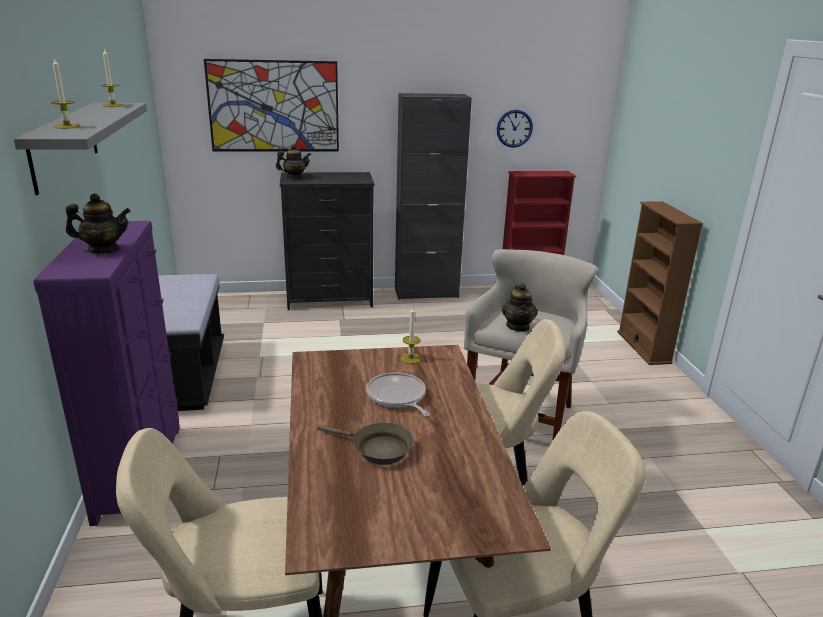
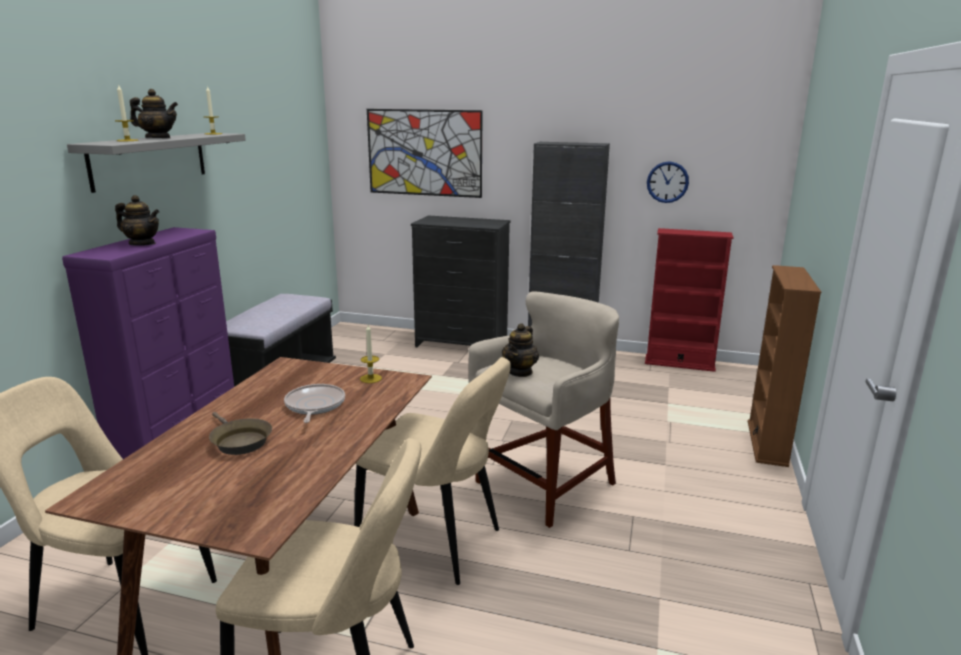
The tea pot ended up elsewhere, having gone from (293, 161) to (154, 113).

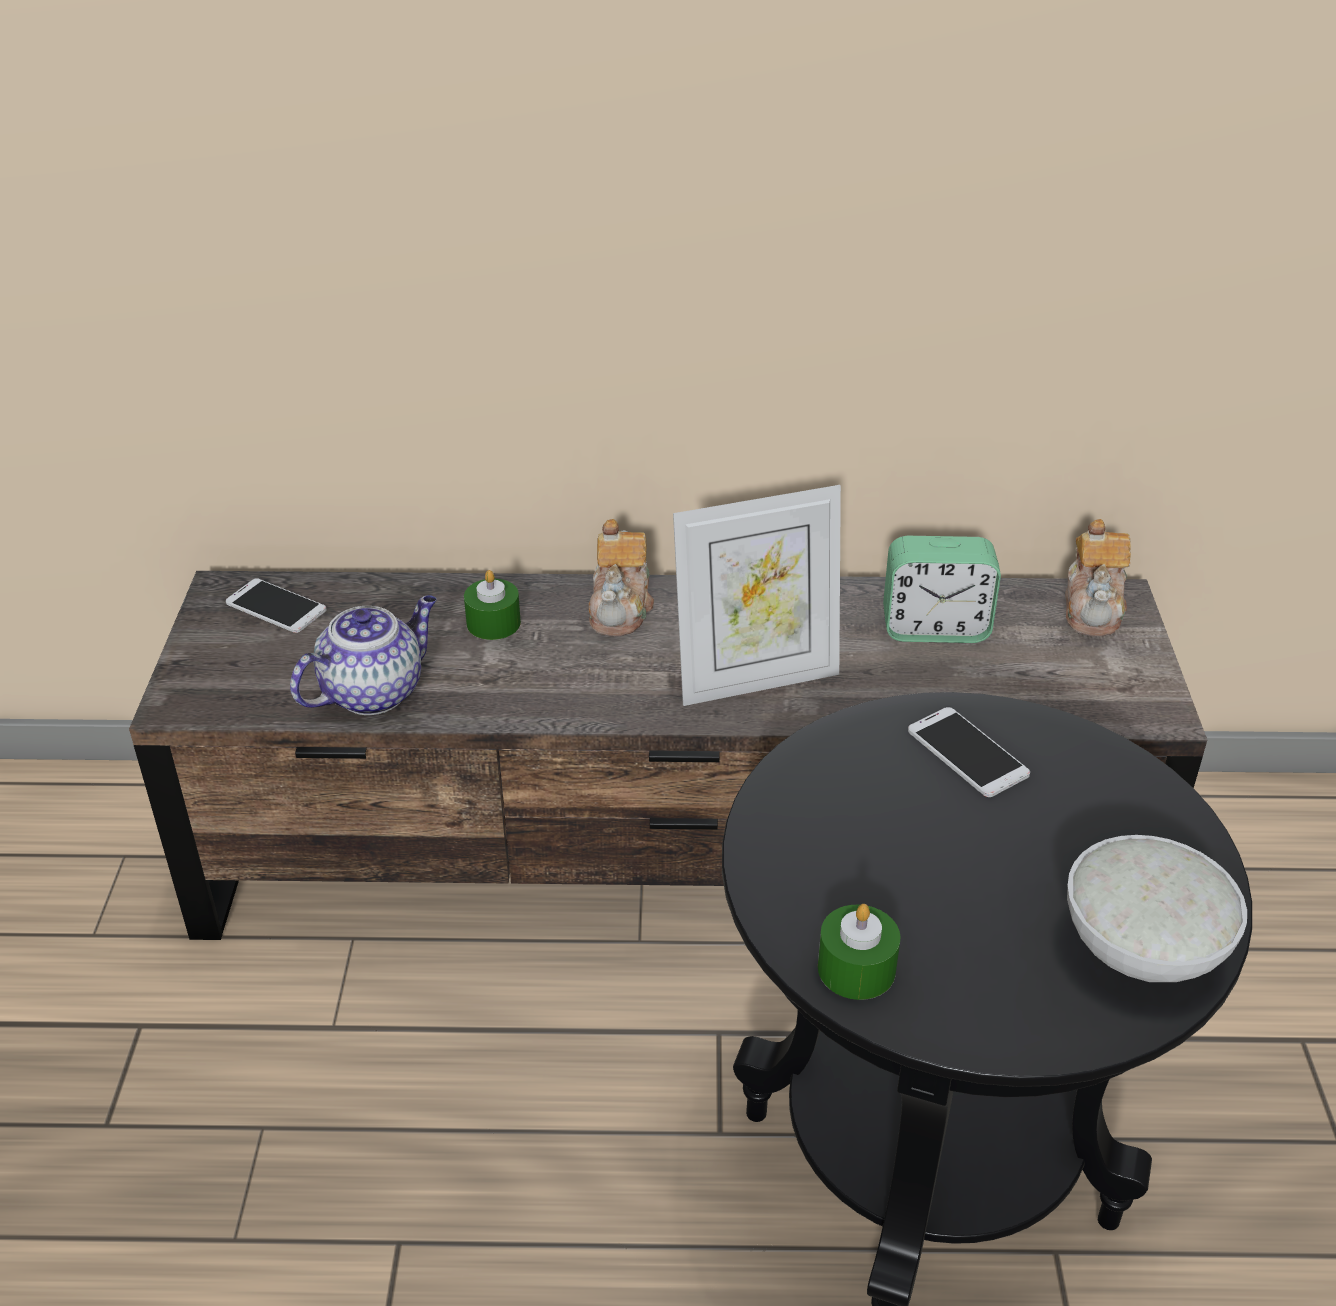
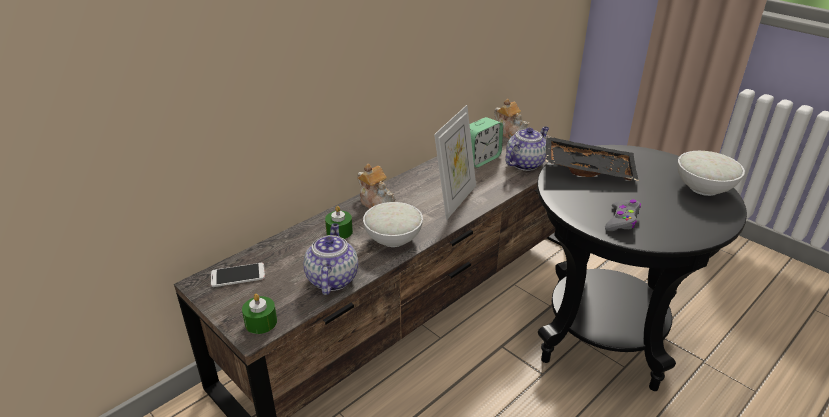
Where the phone stood at (969, 752), the carrying tray/black came to stand at (592, 158).
The candle/green-coloured ended up elsewhere, having gone from (859, 952) to (259, 314).
The second view gained the tea pot at (527, 149).
The second view gained the game controller/grey at (623, 215).
The second view gained the serving bowl/whitish at (393, 224).

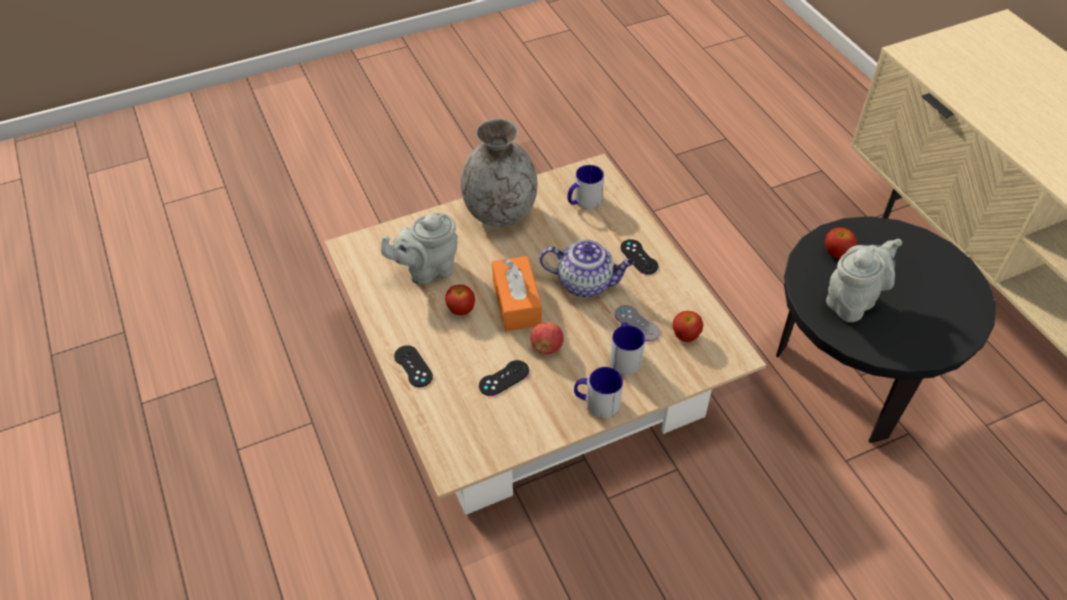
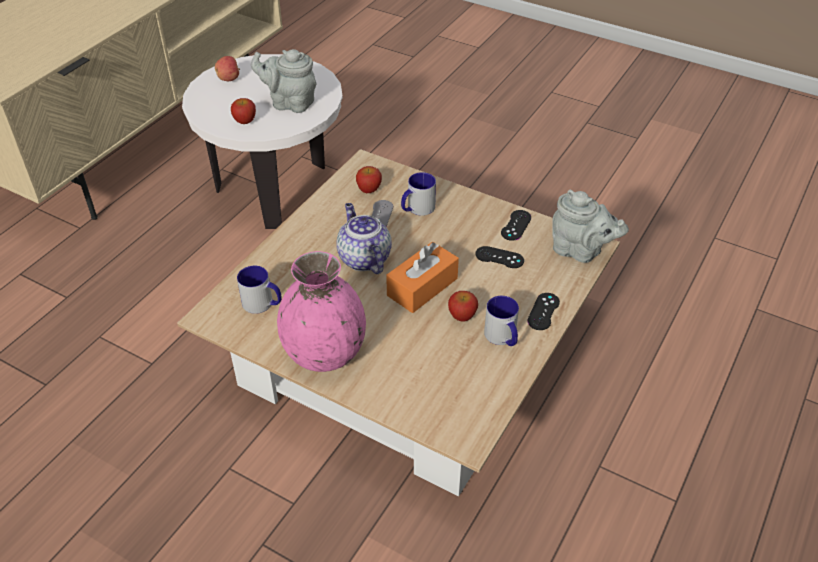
What was the vase/grey at (499, 173) turned into the vase/pinkish at (321, 311).
The tea pot/grey ended up elsewhere, having gone from (419, 249) to (590, 226).
What was the side table/black at (886, 329) turned into the side table/whitish at (262, 141).
The game controller/black ended up elsewhere, having gone from (639, 257) to (516, 225).
The apple ended up elsewhere, having gone from (547, 338) to (227, 68).
The mug ended up elsewhere, having gone from (598, 392) to (501, 321).

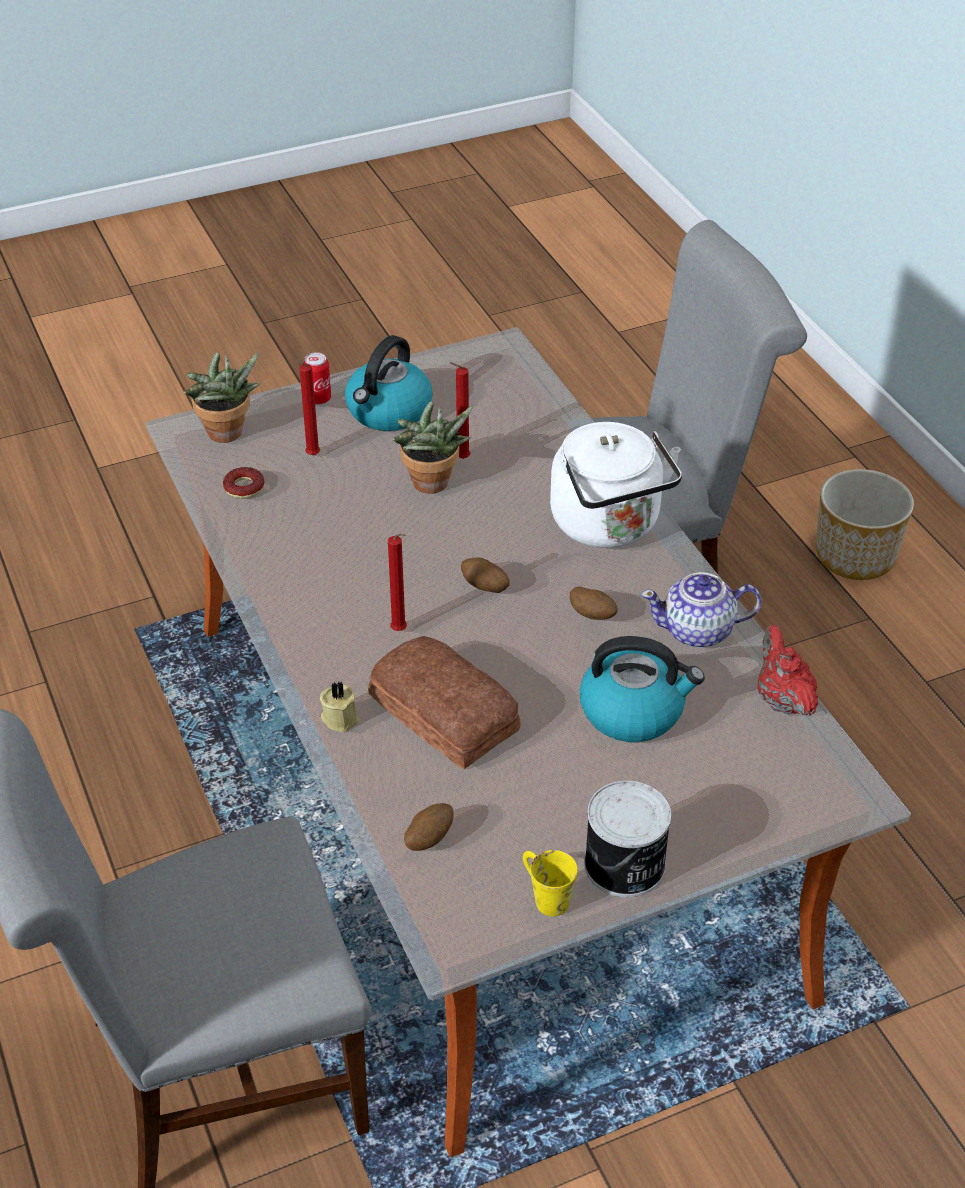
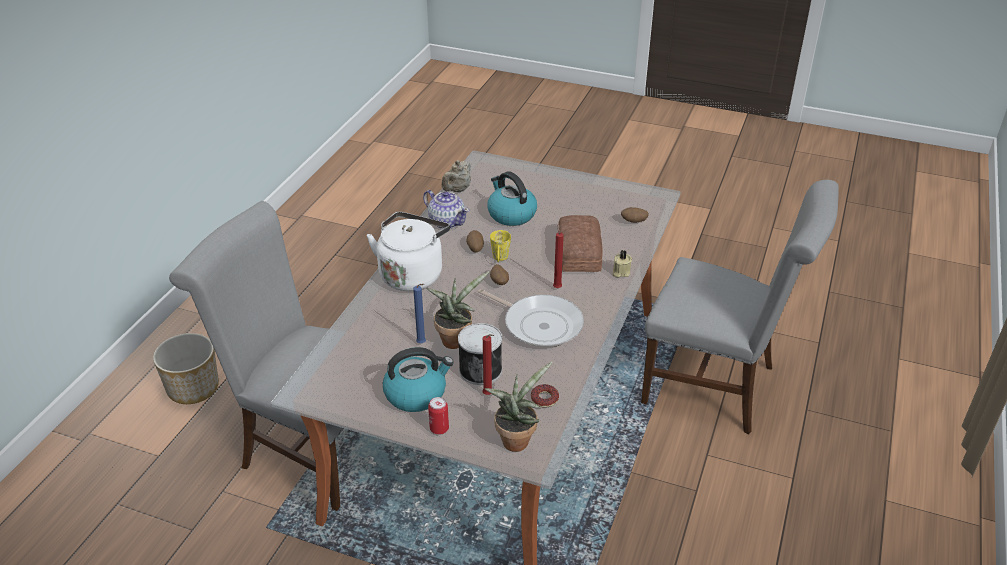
What was the candle/reddish at (459, 410) turned into the candle/bluish at (419, 313).
What was the tea pot/reddish at (788, 670) turned into the tea pot/sand-coloured at (456, 176).
The metal can ended up elsewhere, having gone from (628, 839) to (480, 354).
The mug/yellow ended up elsewhere, having gone from (550, 883) to (500, 246).
The second view gained the frying pan at (531, 318).

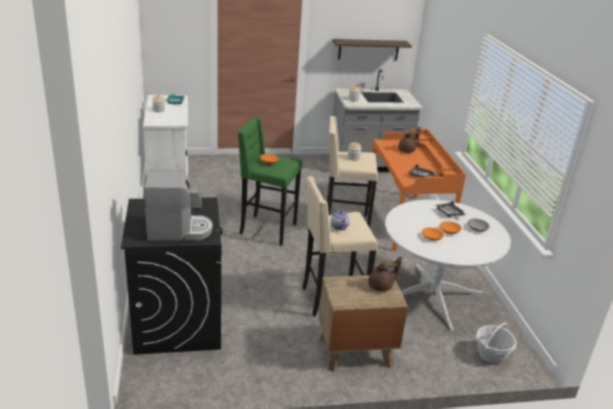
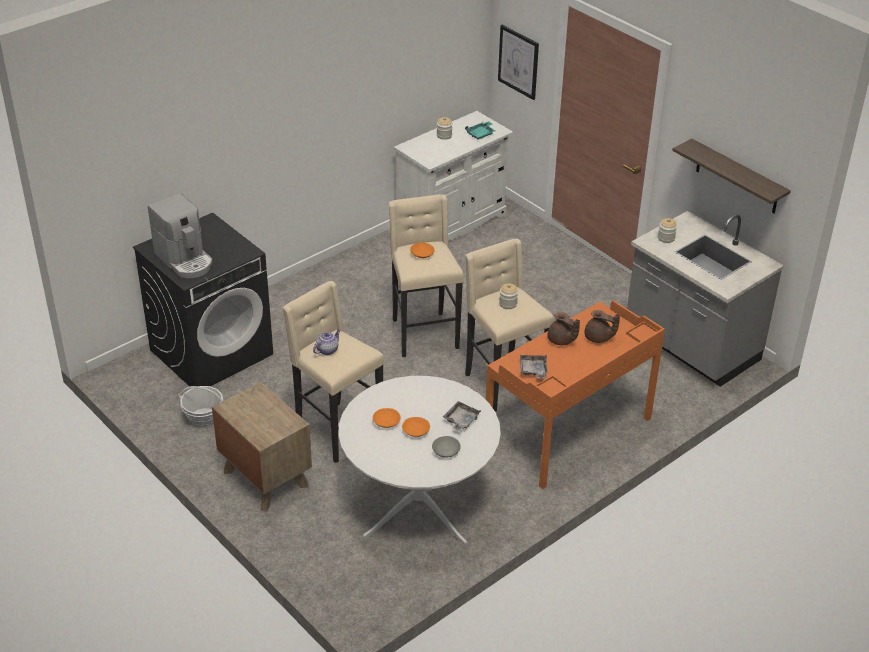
What was the stool/green-coloured at (270, 181) turned into the stool/sand-coloured at (426, 275).
The tea pot/brown-coloured ended up elsewhere, having gone from (385, 274) to (564, 328).
The storage basket ended up elsewhere, having gone from (496, 343) to (200, 406).
The second view gained the picture at (518, 62).

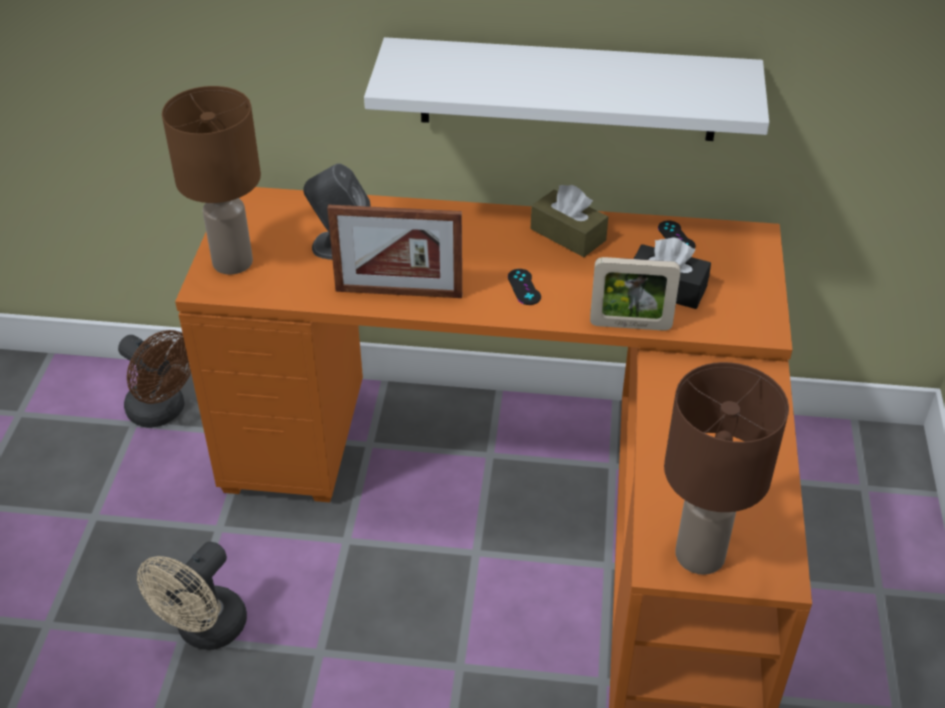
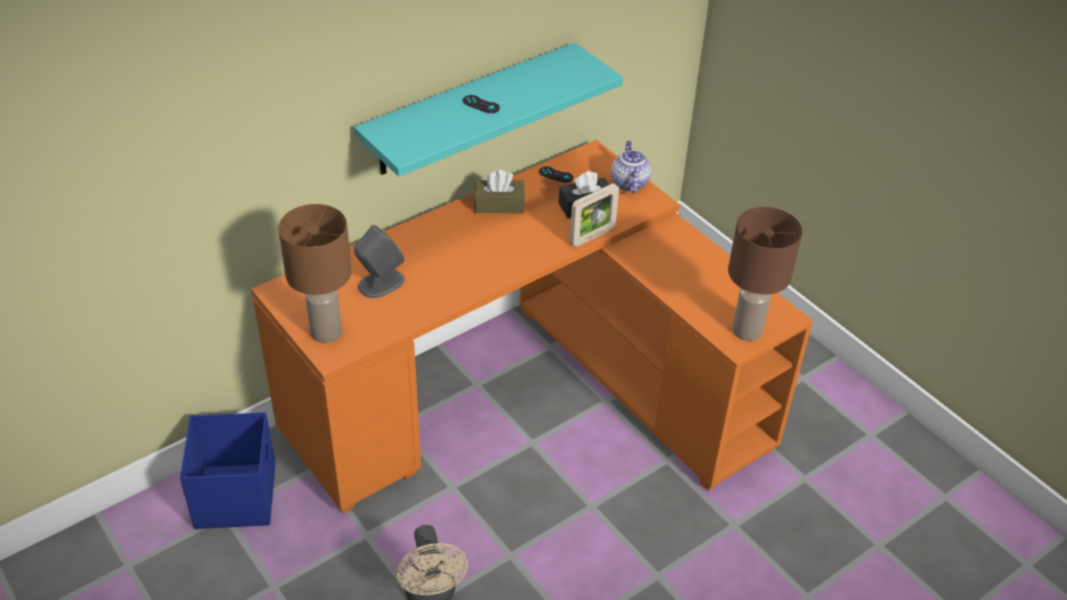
What was the bracket shelf/whitish at (566, 89) turned into the bracket shelf/turquoise at (488, 109).
The second view lost the standing frame at (394, 251).
The game controller/black ended up elsewhere, having gone from (524, 287) to (481, 104).
Where the electric fan/brown-coloured stood at (154, 379), the storage bin/bluish came to stand at (228, 470).
The second view gained the tea pot at (631, 167).

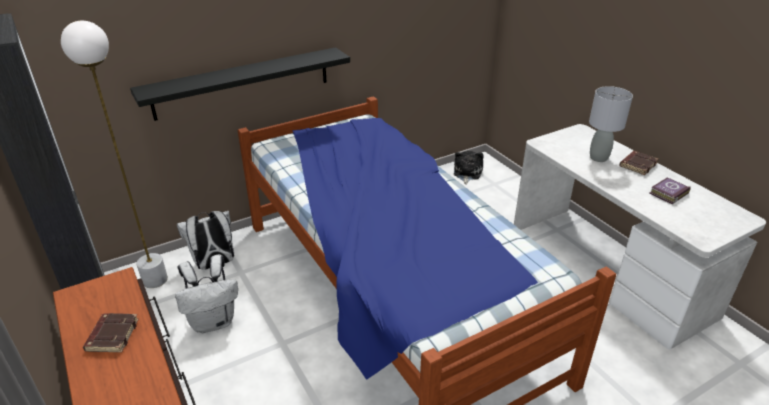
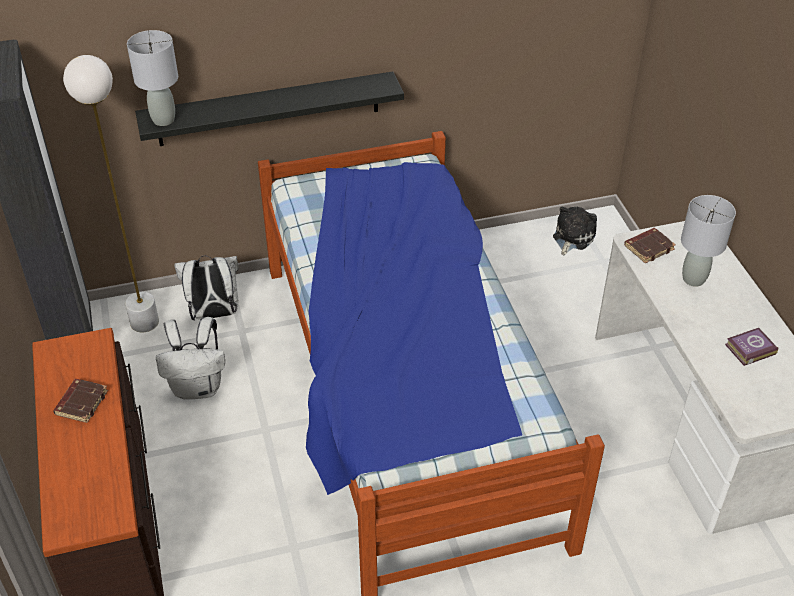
The book/brown-coloured ended up elsewhere, having gone from (638, 163) to (650, 245).
The second view gained the tabletop lamp/grey at (152, 78).

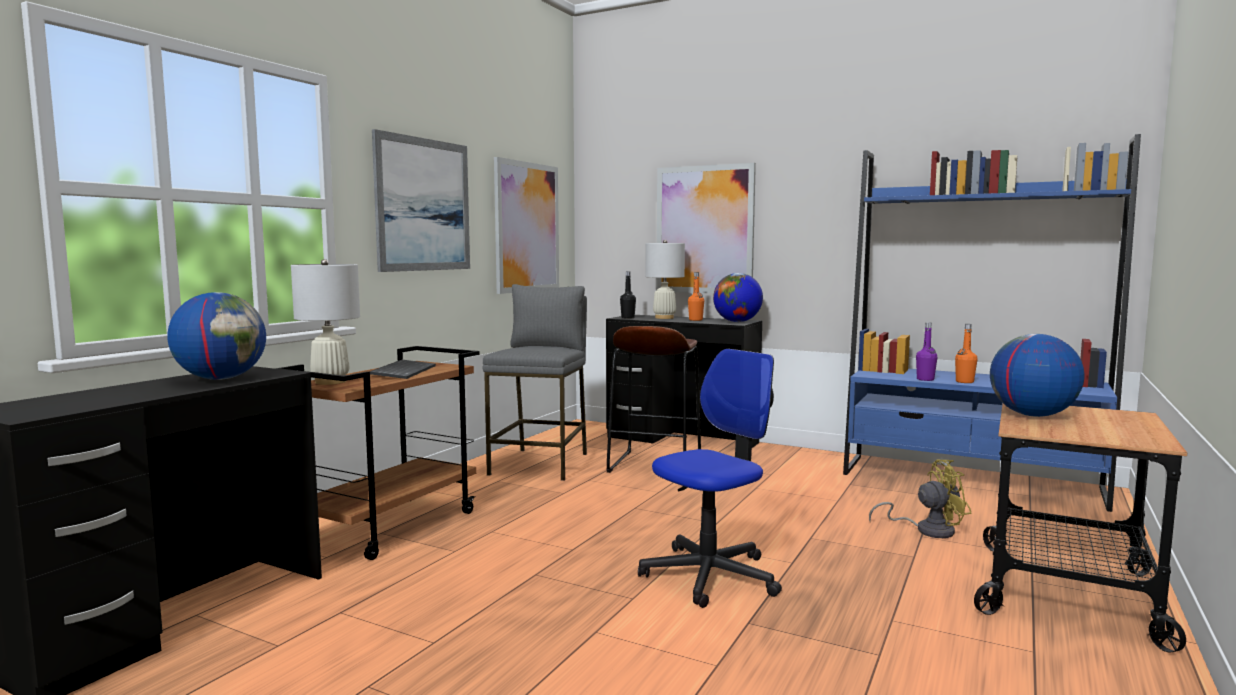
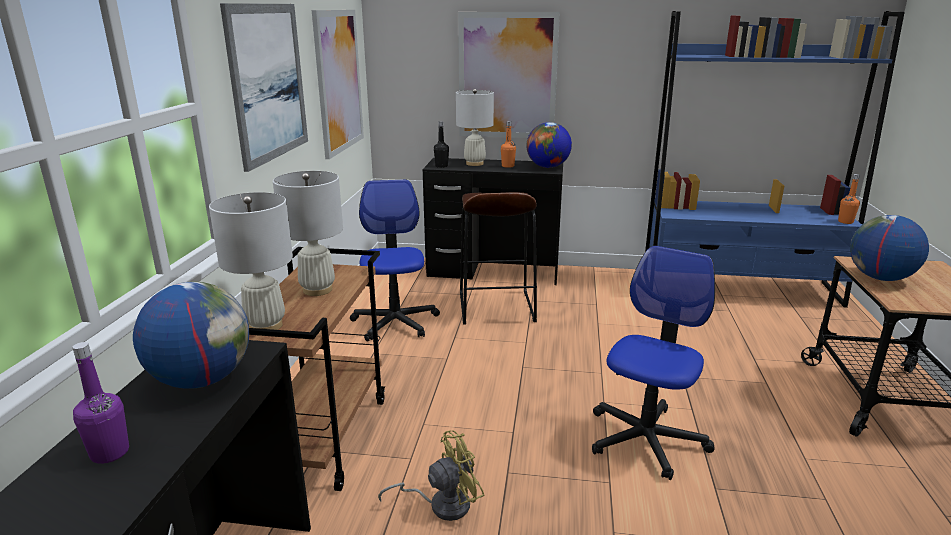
Where the stool/grey stood at (534, 382), the computer chair came to stand at (395, 261).
The drink bottle/purple-coloured ended up elsewhere, having gone from (926, 351) to (100, 403).
The drink bottle/orange ended up elsewhere, having gone from (966, 353) to (849, 199).
Where the keyboard stood at (402, 369), the tabletop lamp/whitish came to stand at (308, 233).
The electric fan/yellow ended up elsewhere, having gone from (920, 498) to (431, 475).

